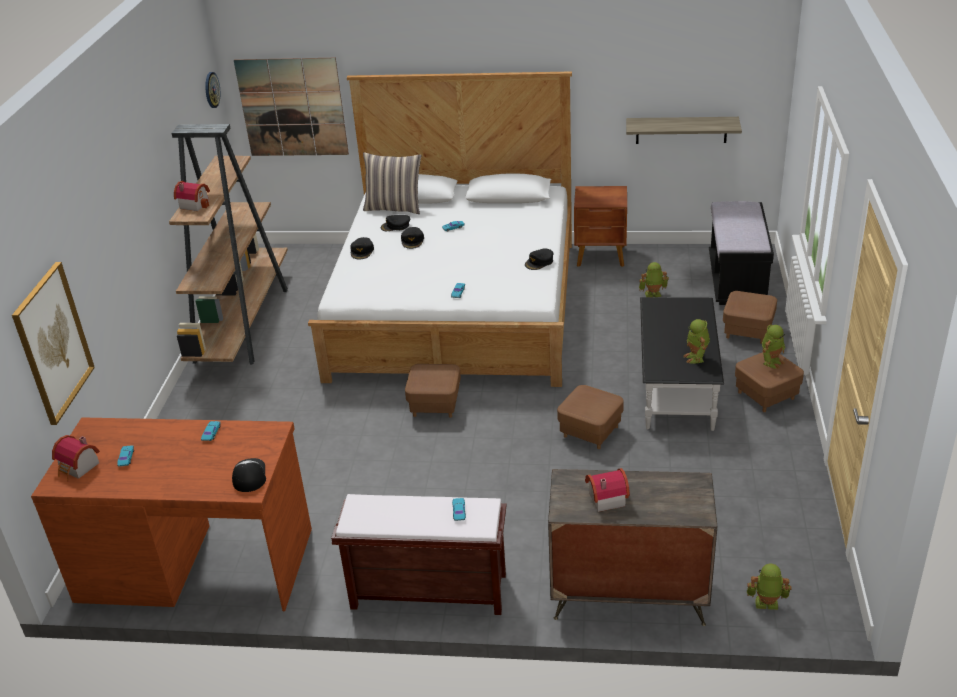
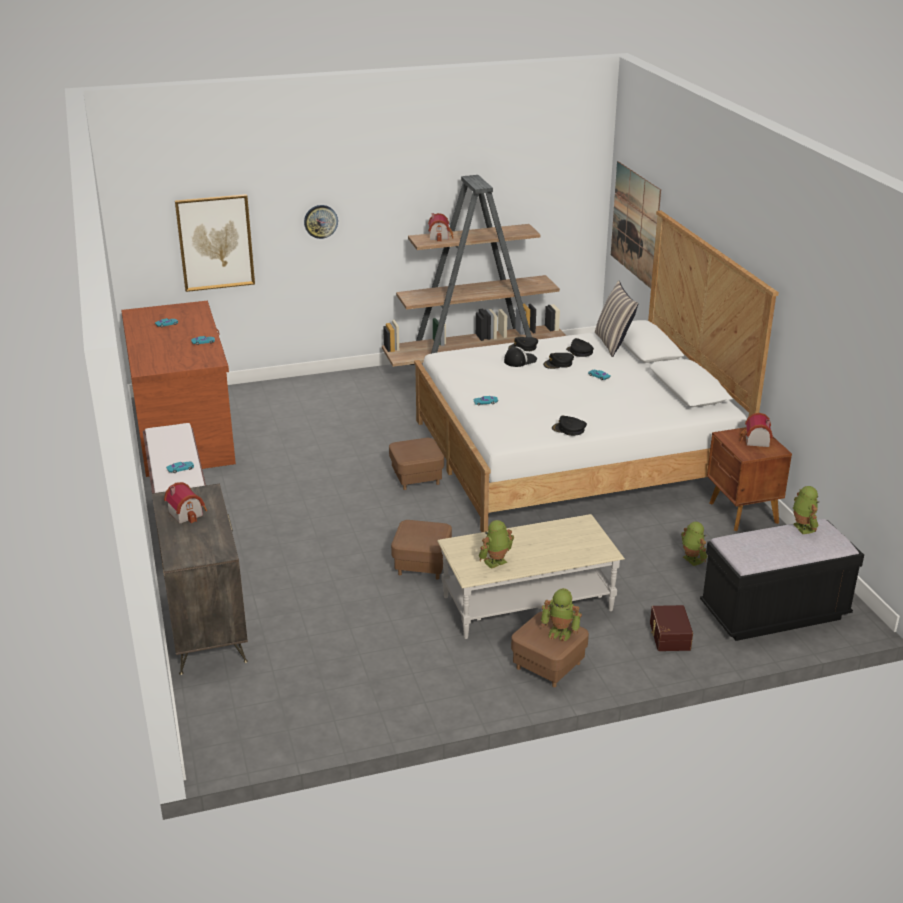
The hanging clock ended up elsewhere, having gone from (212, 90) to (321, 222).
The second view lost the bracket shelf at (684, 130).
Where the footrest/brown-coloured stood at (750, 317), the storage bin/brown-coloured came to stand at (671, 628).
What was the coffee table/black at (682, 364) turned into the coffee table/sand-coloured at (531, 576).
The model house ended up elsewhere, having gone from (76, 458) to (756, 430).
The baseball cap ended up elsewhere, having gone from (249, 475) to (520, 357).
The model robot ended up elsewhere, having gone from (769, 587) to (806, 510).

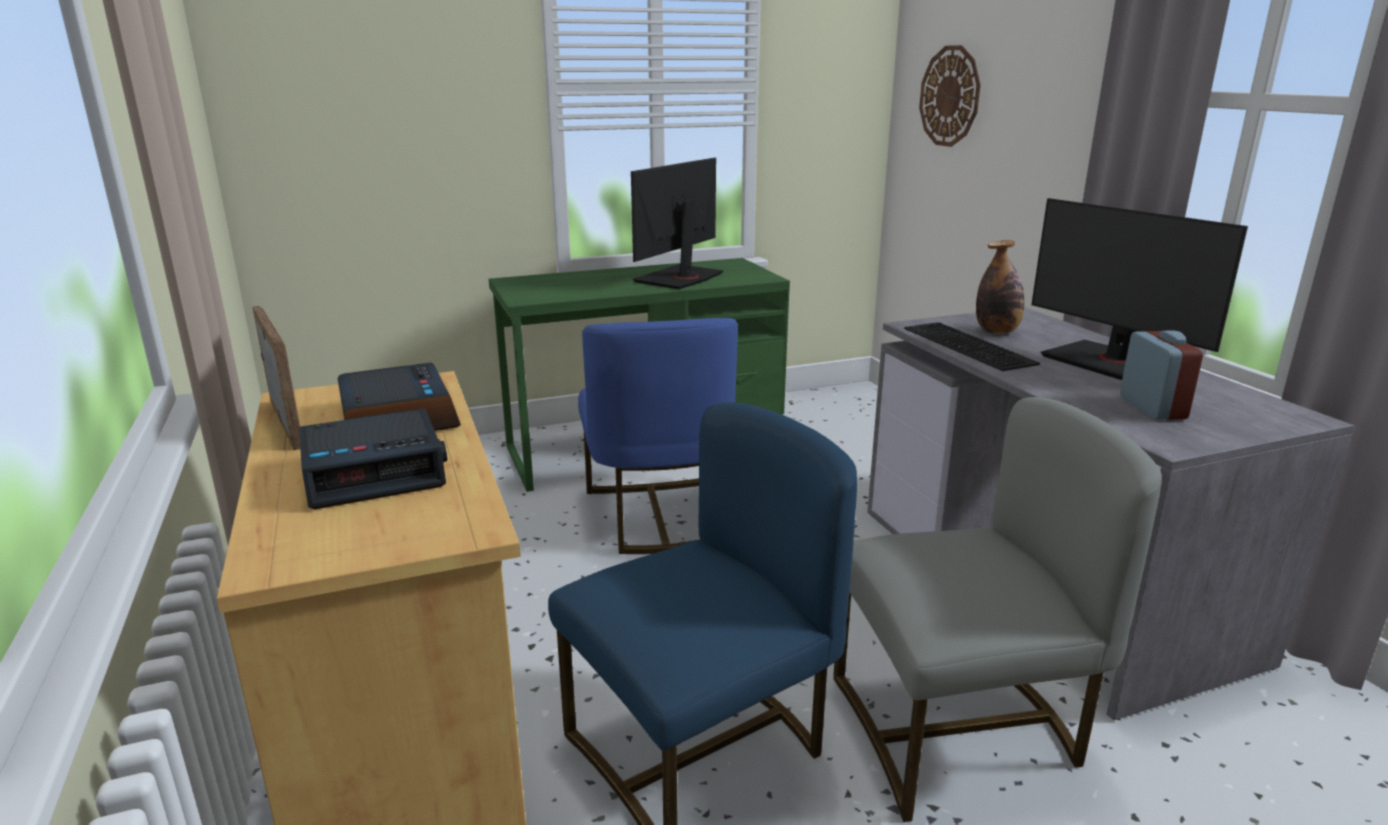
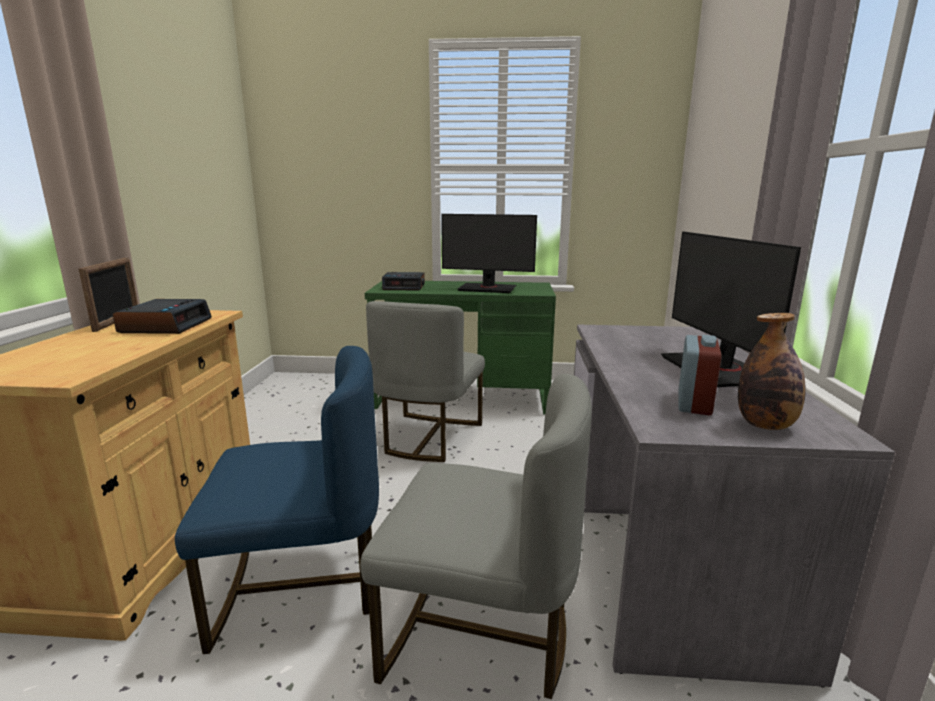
The second view lost the hanging clock at (950, 96).
The computer screen at (677, 223) ended up facing another way, 135 degrees counterclockwise from before.
The drink bottle ended up elsewhere, having gone from (1000, 287) to (772, 371).
What was the upright chair/bluish at (658, 436) turned into the upright chair/grey at (425, 381).
The second view lost the keyboard at (972, 346).
The bedside clock ended up elsewhere, having gone from (373, 458) to (403, 281).

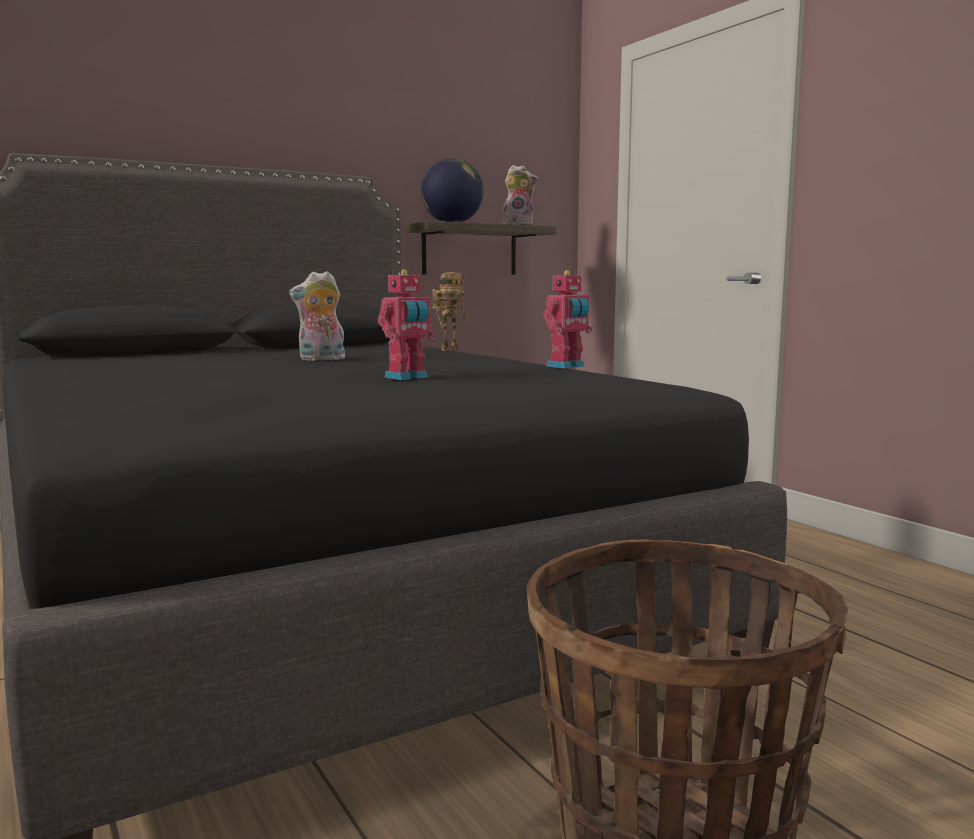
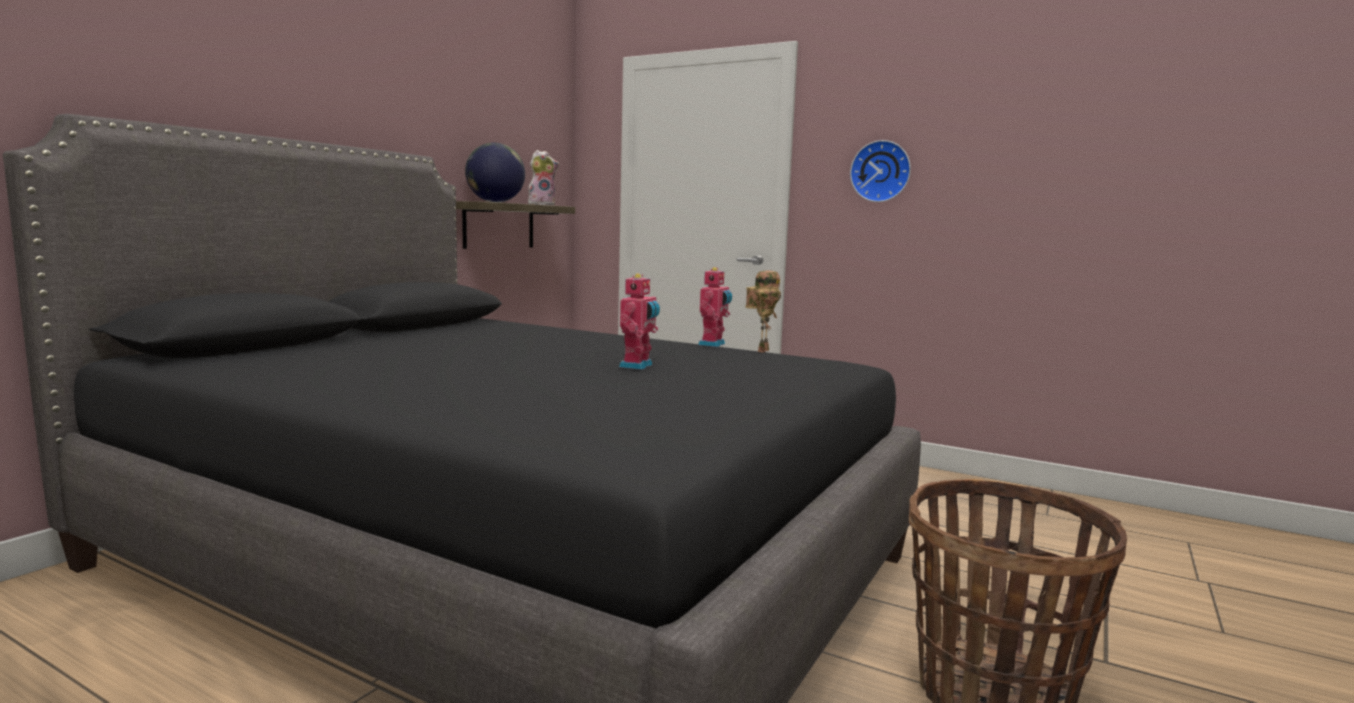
The second view lost the plush toy at (317, 316).
The model robot ended up elsewhere, having gone from (449, 311) to (763, 311).
The second view gained the hanging clock at (880, 171).

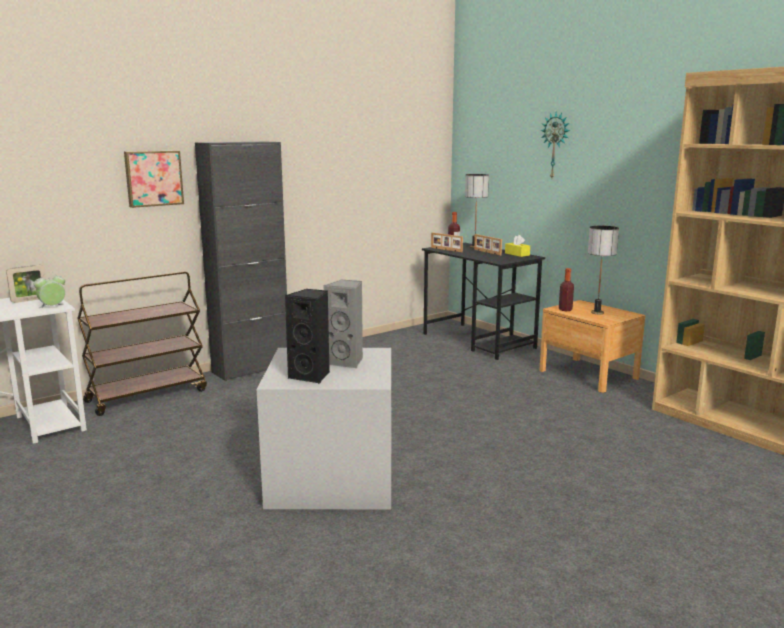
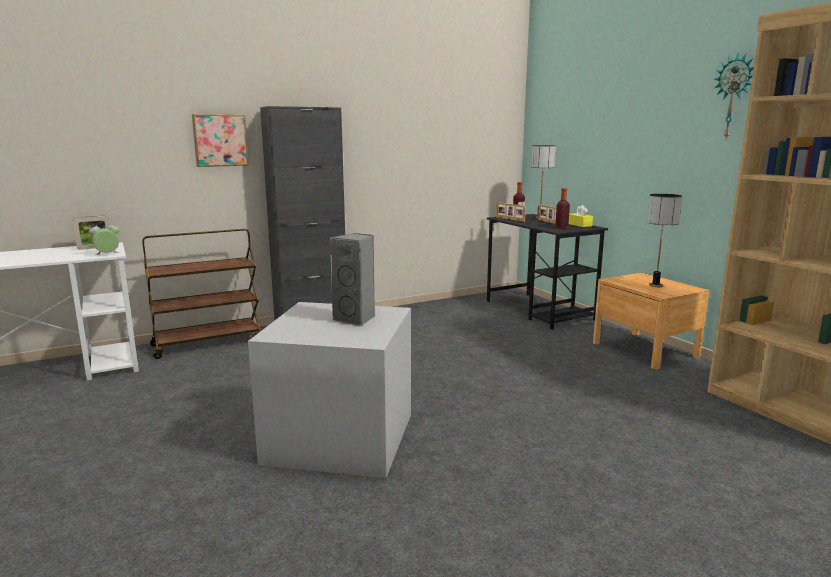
The hanging clock ended up elsewhere, having gone from (555, 145) to (734, 96).
The drink bottle ended up elsewhere, having gone from (566, 289) to (562, 208).
The second view lost the speaker/black at (307, 336).

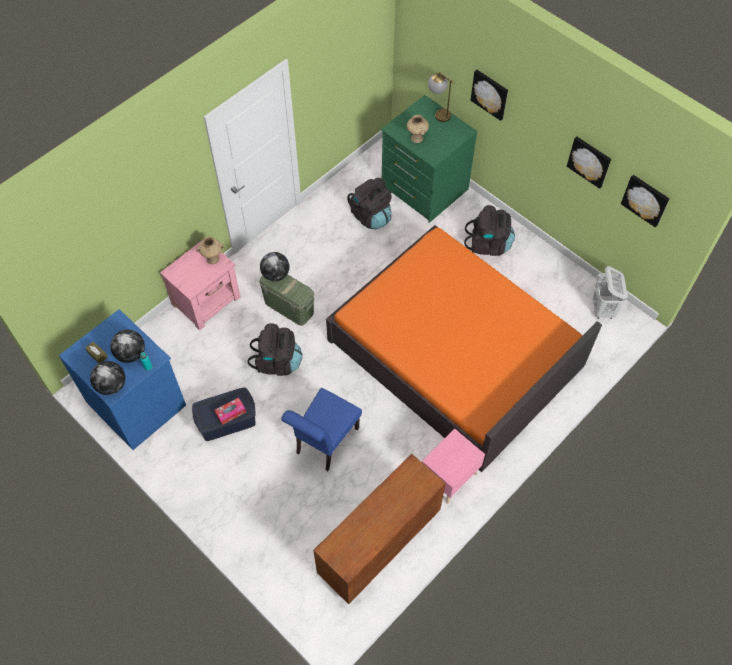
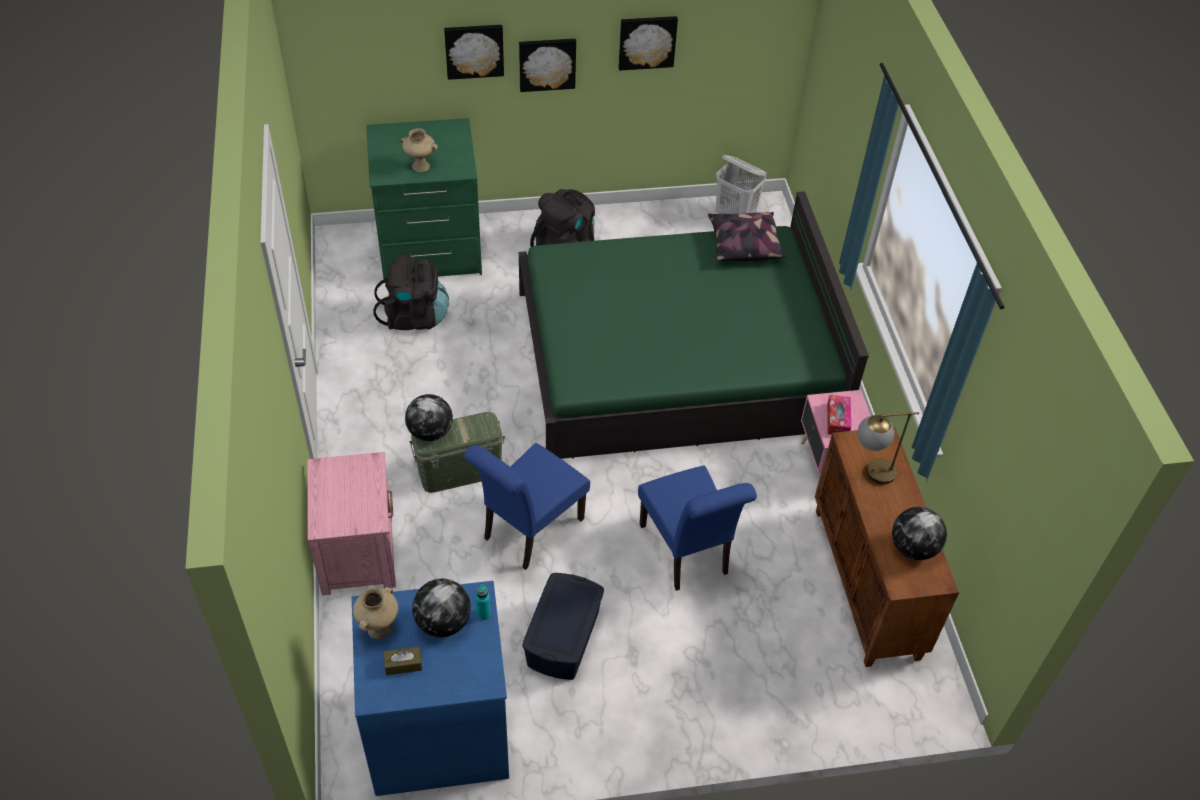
The tabletop lamp ended up elsewhere, having gone from (441, 97) to (888, 448).
The picture ended up elsewhere, having gone from (645, 201) to (547, 65).
What was the sleeping bed/orange at (464, 348) turned into the sleeping bed/green-coloured at (694, 325).
The vase/sand-coloured ended up elsewhere, having gone from (210, 250) to (375, 613).
Where the backpack/black stood at (275, 349), the upright chair/bluish came to stand at (527, 506).
The desk globe ended up elsewhere, having gone from (107, 378) to (919, 533).
The tissue holder ended up elsewhere, having gone from (230, 411) to (839, 415).
The second view gained the throw pillow at (747, 237).

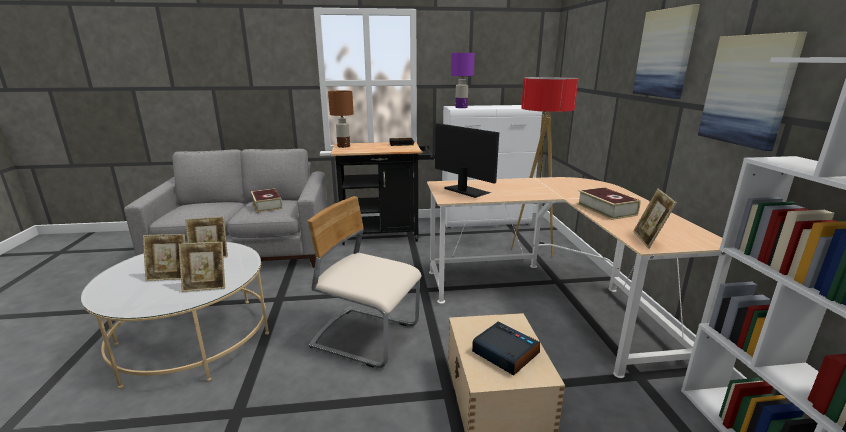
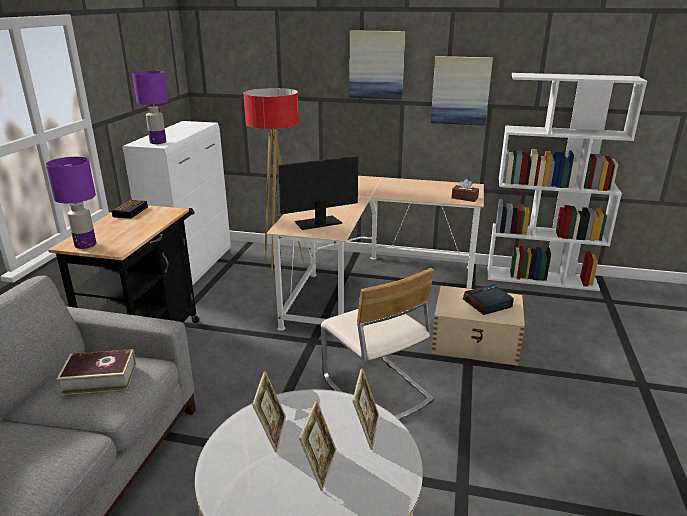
What was the tabletop lamp/brown-coloured at (341, 119) turned into the tabletop lamp/purple-coloured at (71, 203).
The second view lost the book at (609, 203).
Where the standing frame stood at (655, 219), the tissue holder/brown-coloured came to stand at (465, 190).
The upright chair/sand-coloured at (365, 282) ended up facing another way, 75 degrees counterclockwise from before.

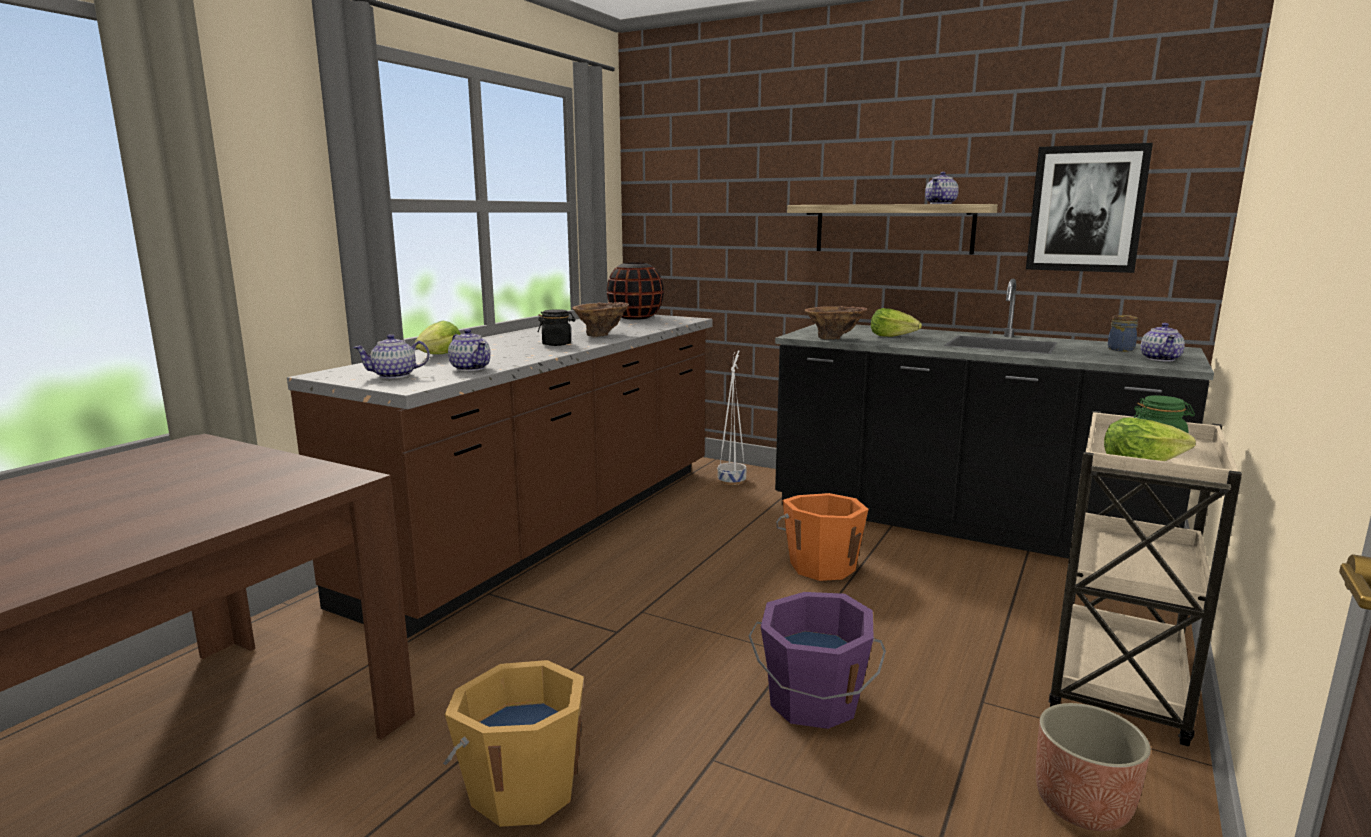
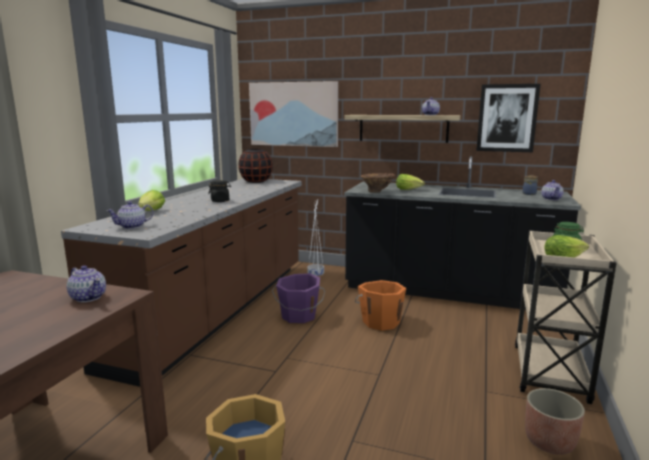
The second view lost the vase/brown-coloured at (600, 319).
The tea pot ended up elsewhere, having gone from (469, 350) to (86, 283).
The bucket/purple-coloured ended up elsewhere, having gone from (817, 660) to (298, 298).
The second view gained the picture at (293, 114).

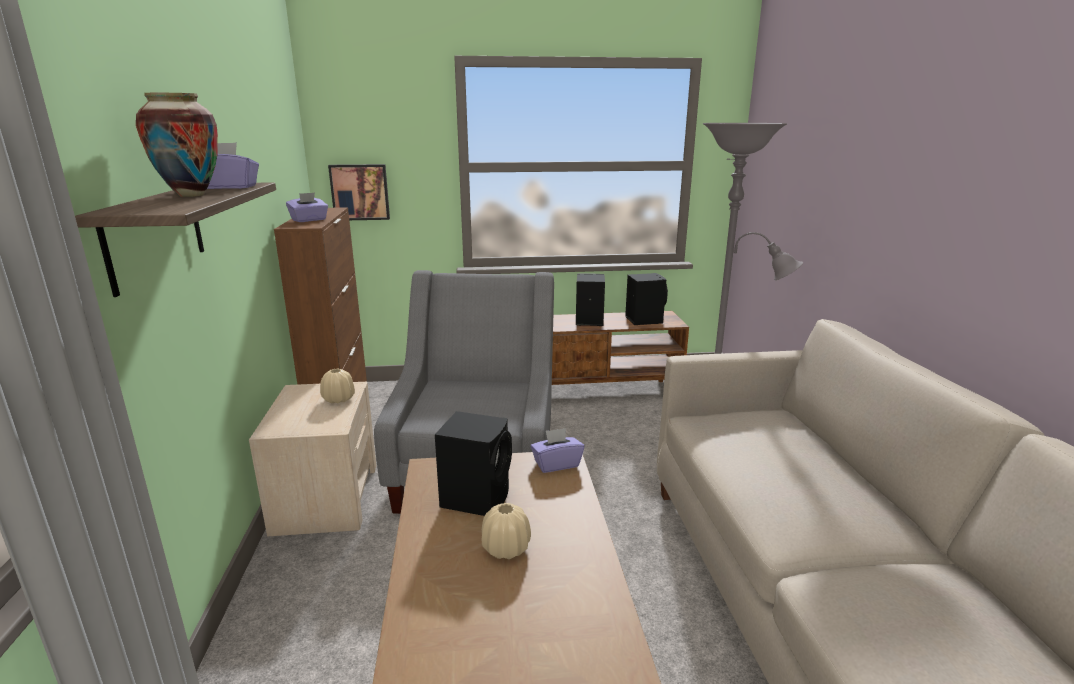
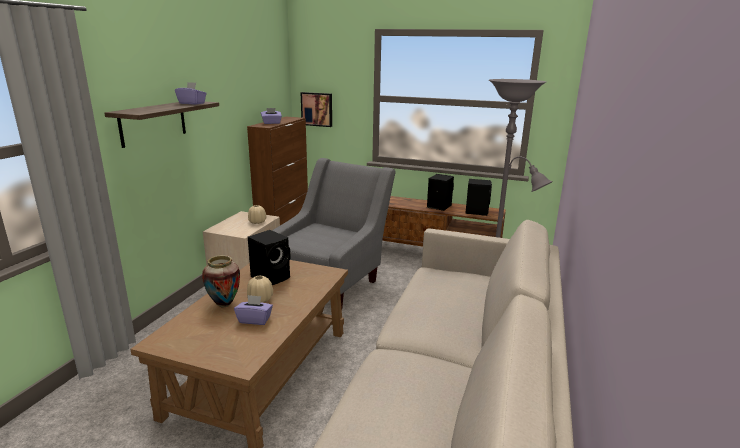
The vase ended up elsewhere, having gone from (177, 145) to (221, 281).
The tissue holder/purple-coloured ended up elsewhere, having gone from (557, 450) to (253, 310).

